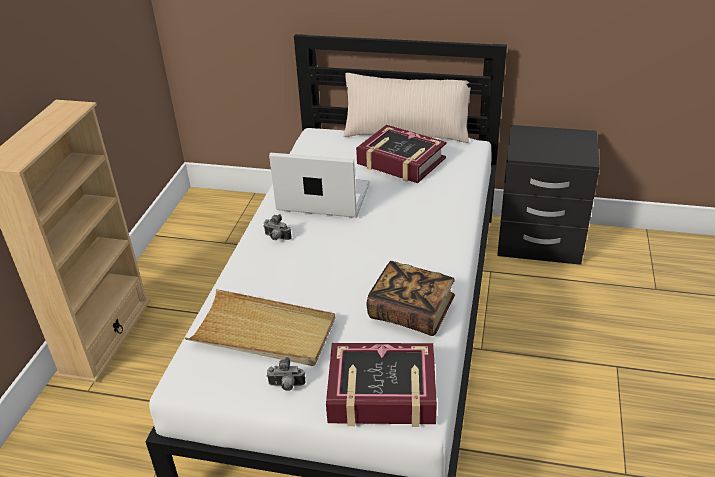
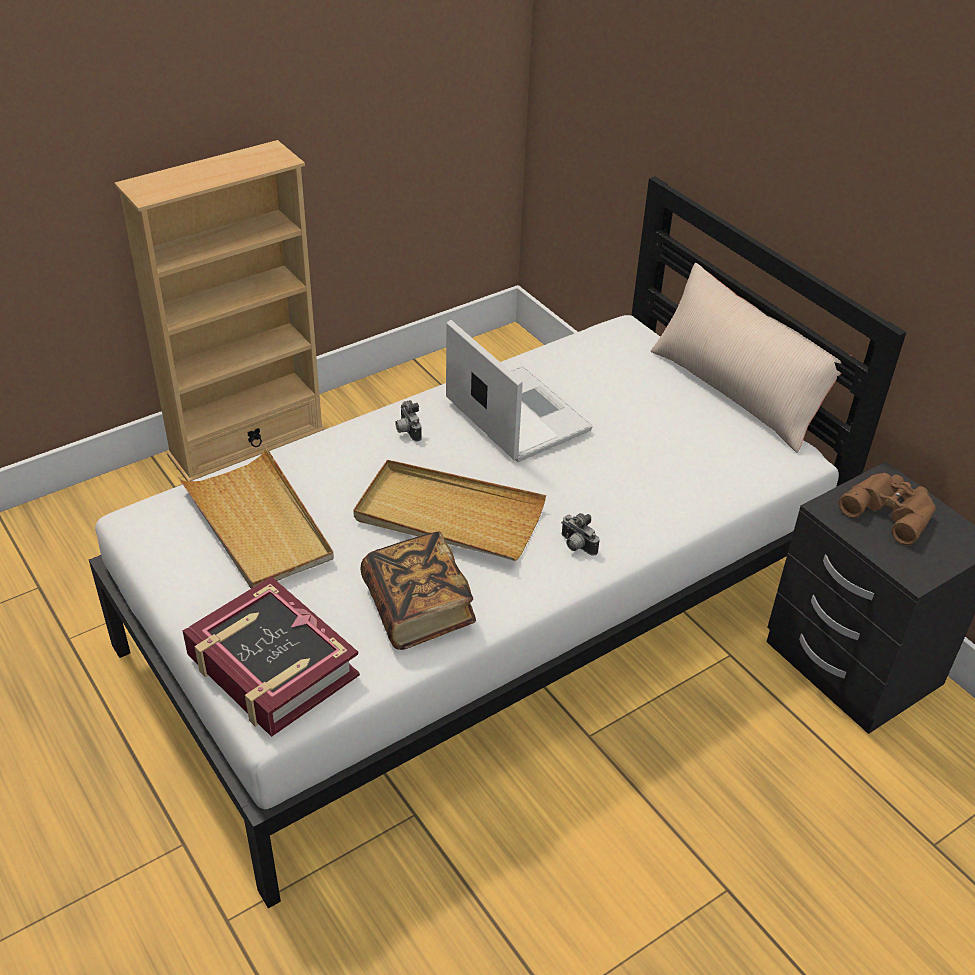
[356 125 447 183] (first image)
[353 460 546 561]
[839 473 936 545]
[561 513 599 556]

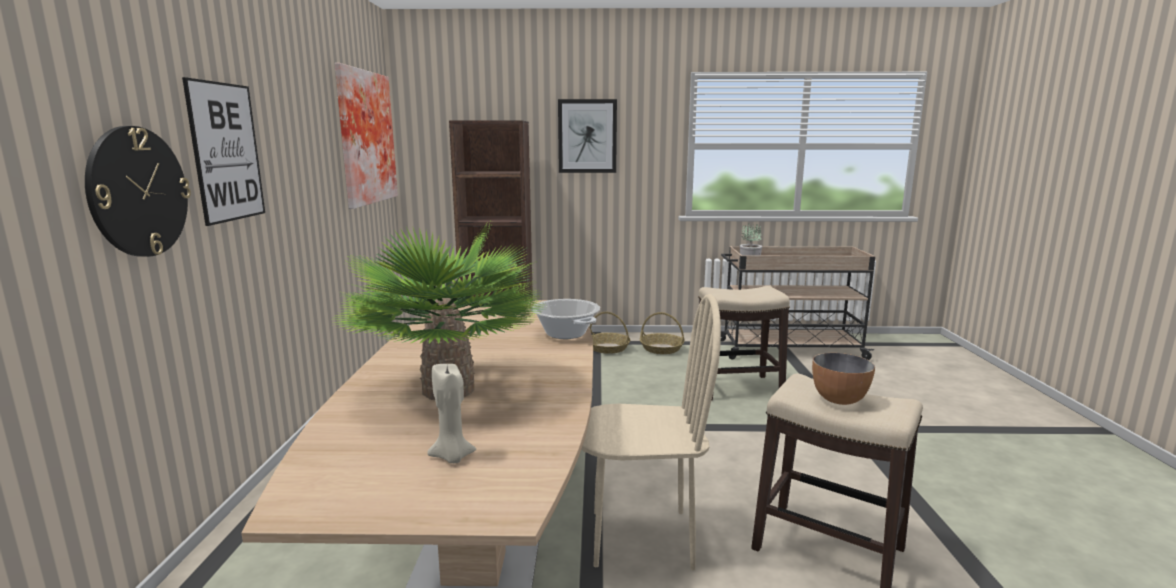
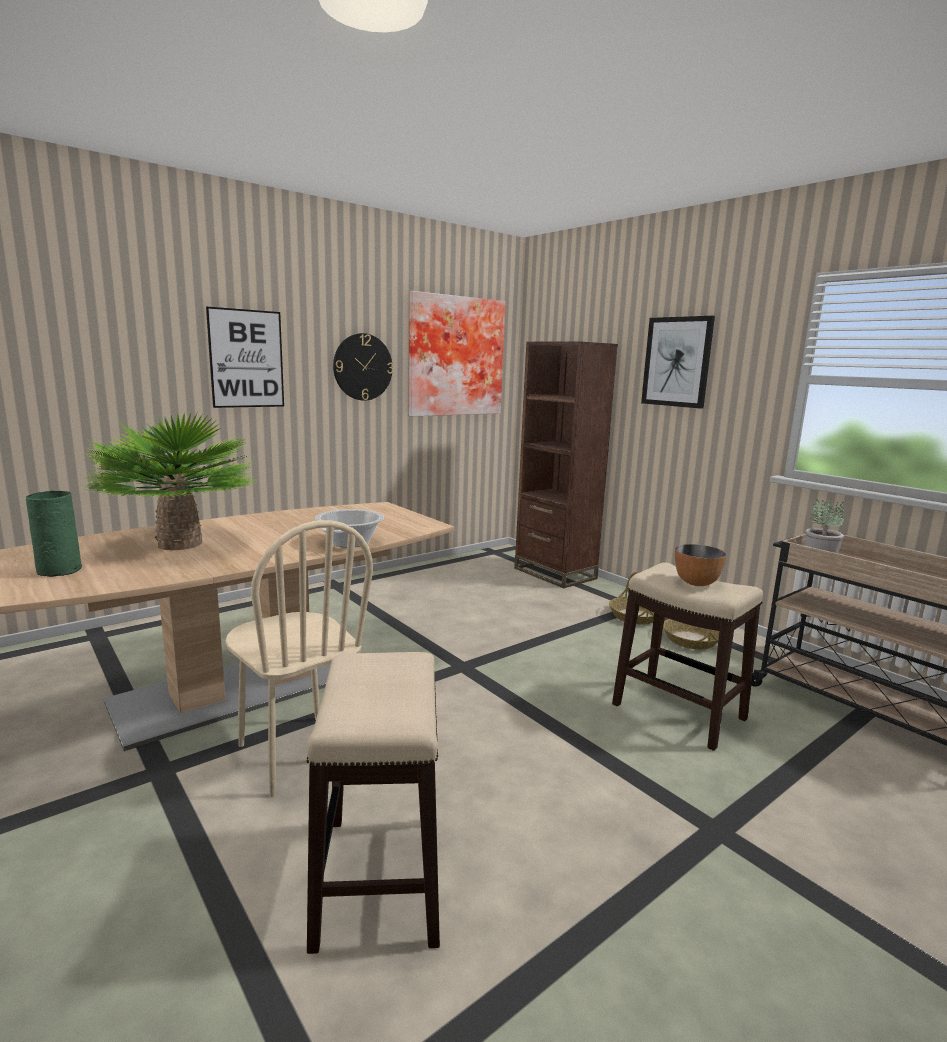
[333 333 393 401]
[675 544 727 586]
[26 491 82 577]

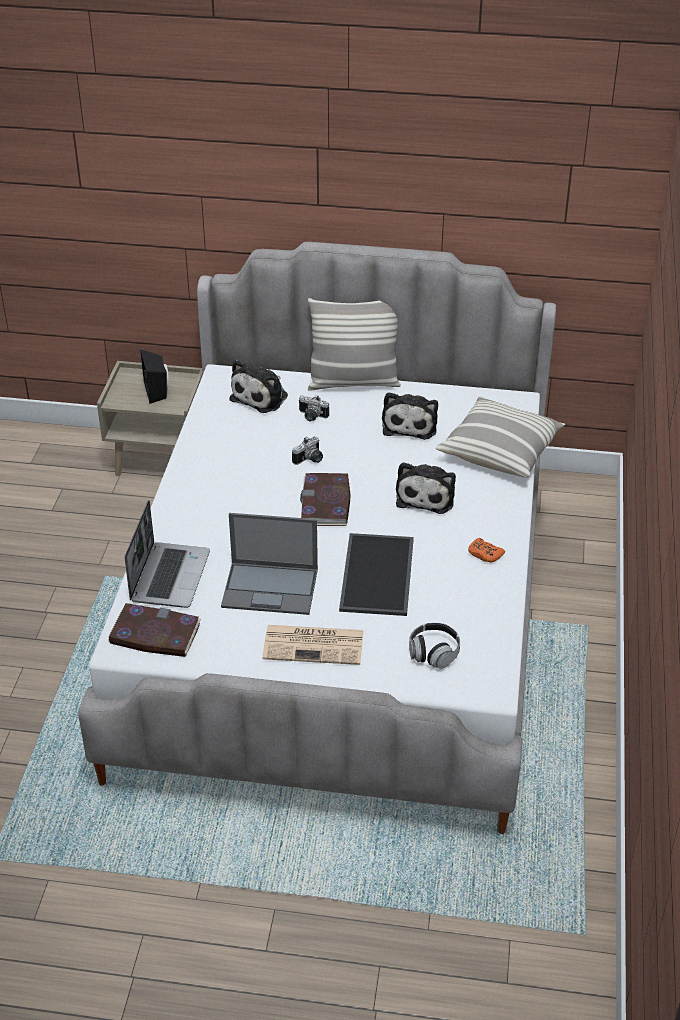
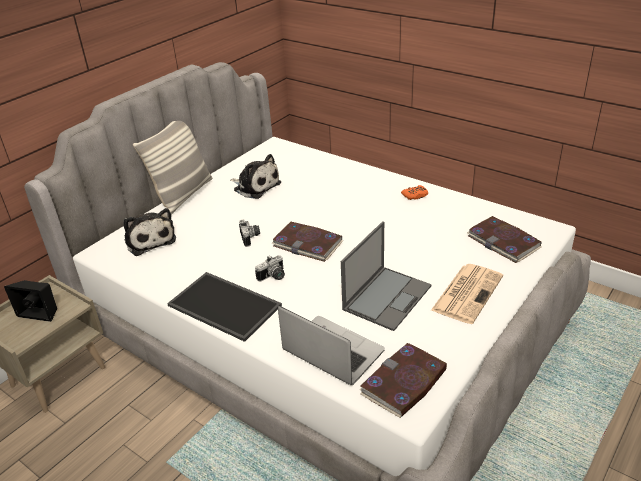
[396 462 456 514] (first image)
[436 396 565 478] (first image)
[255 255 285 282]
[167 272 282 342]
[467 216 542 263]

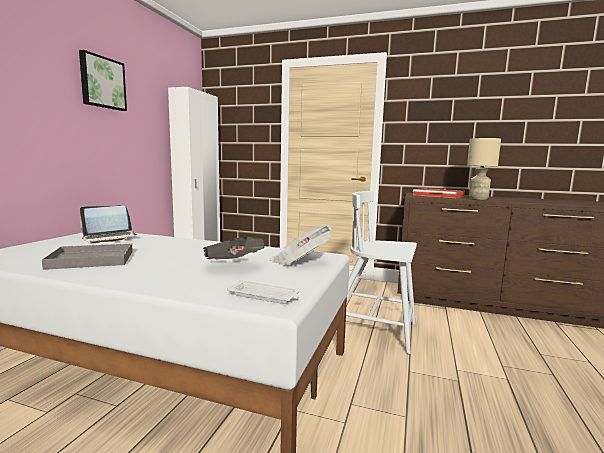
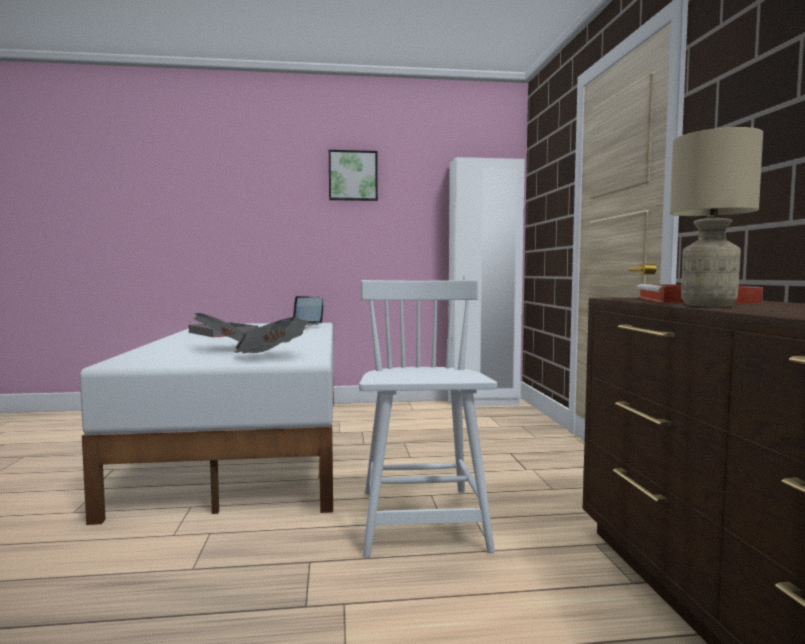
[227 280 300 304] (first image)

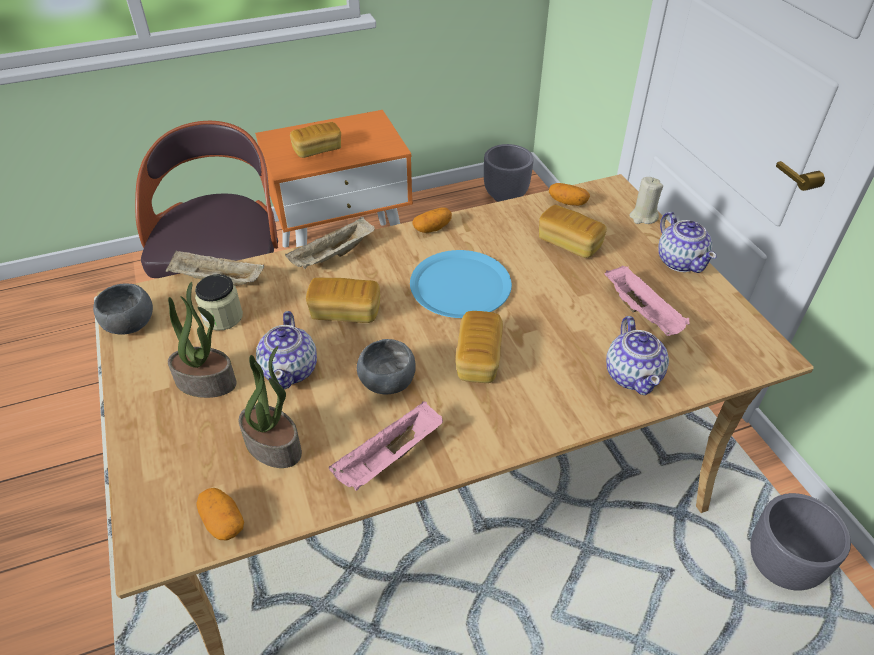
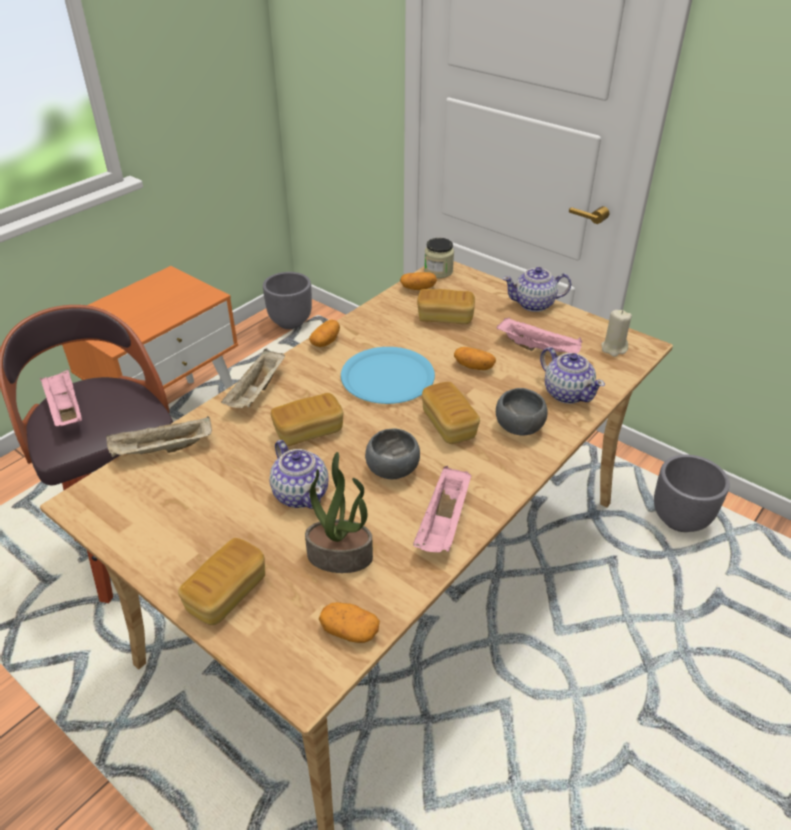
[168 282 237 398] (first image)
[40 370 82 426]
[454 347 496 370]
[496 388 548 435]
[424 238 454 278]
[178 538 265 625]
[601 310 632 357]
[502 267 571 312]

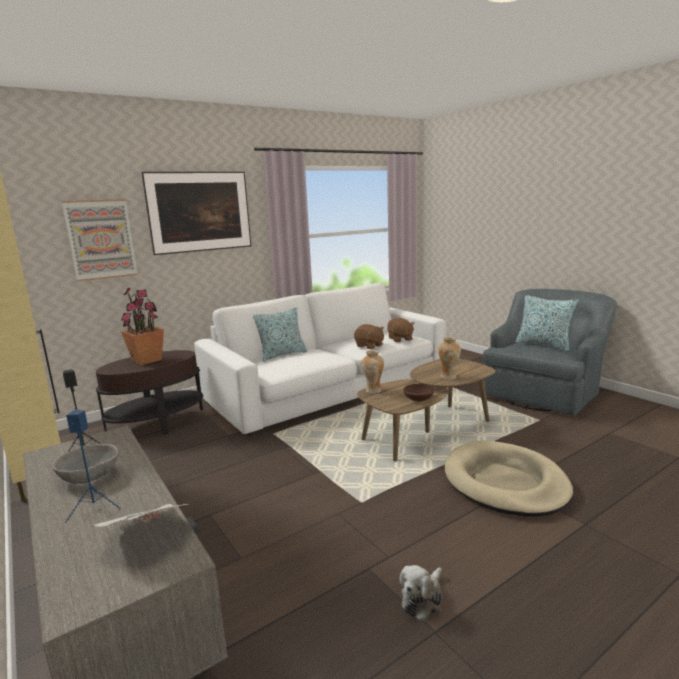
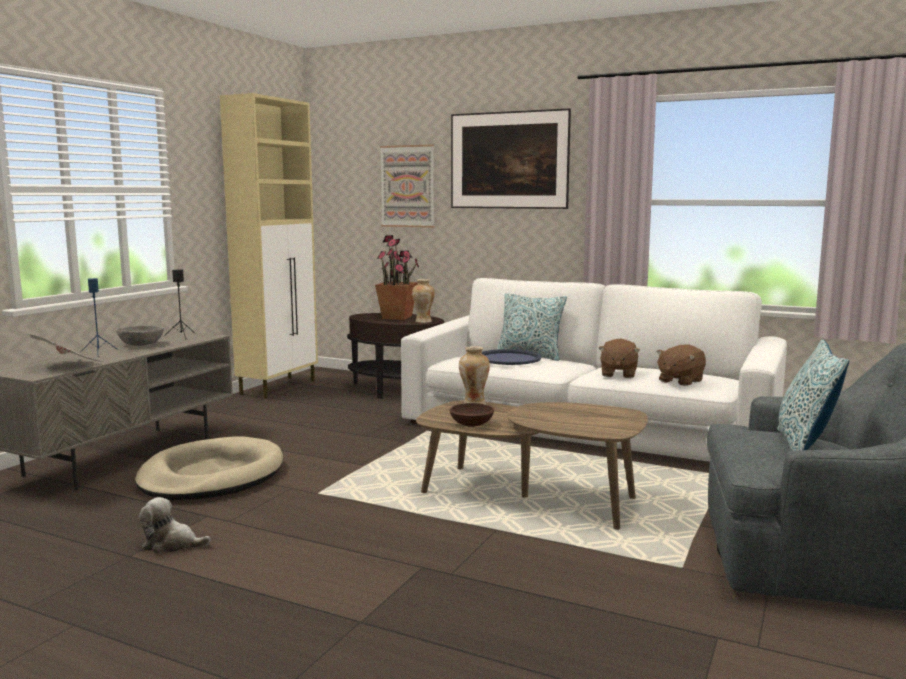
[482 349 542 365]
[412 279 435 323]
[135 437 283 500]

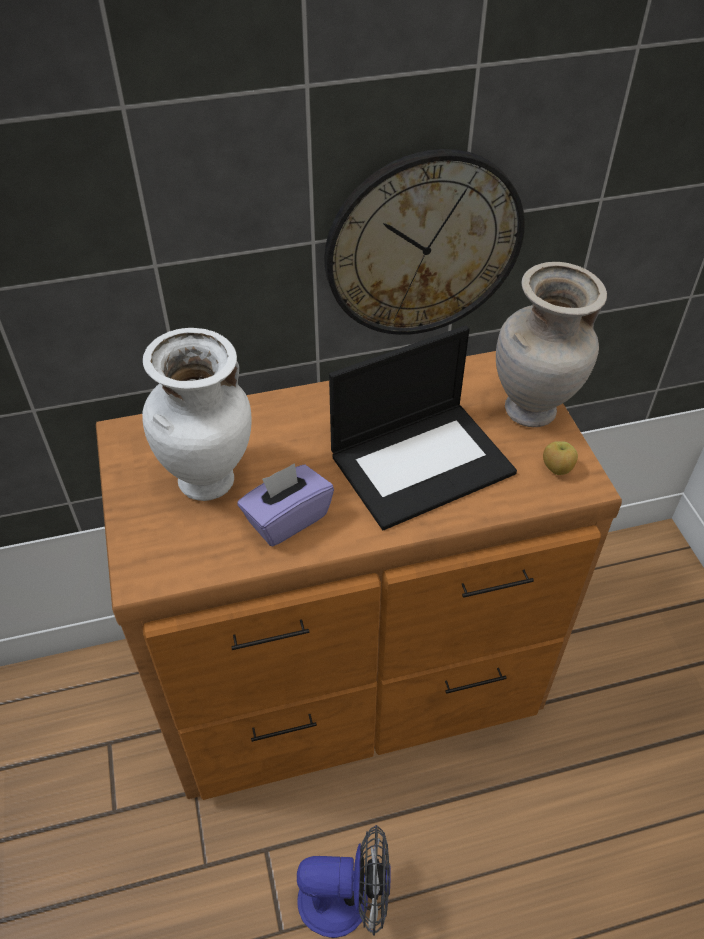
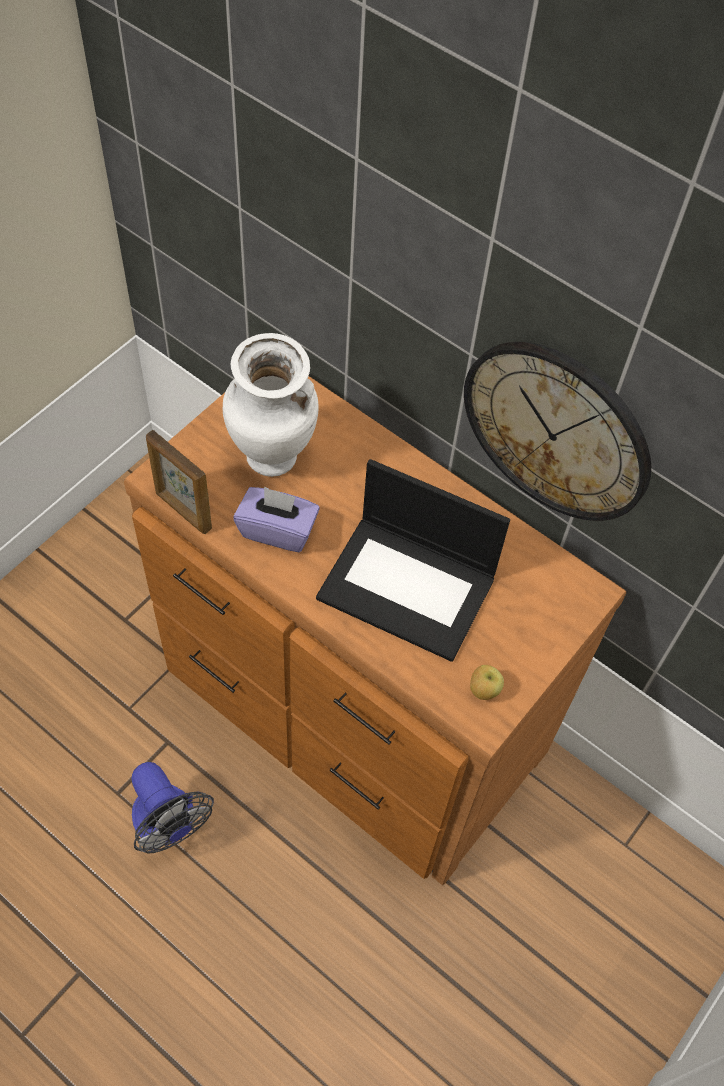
[496 262 607 427] (first image)
[146 430 212 534]

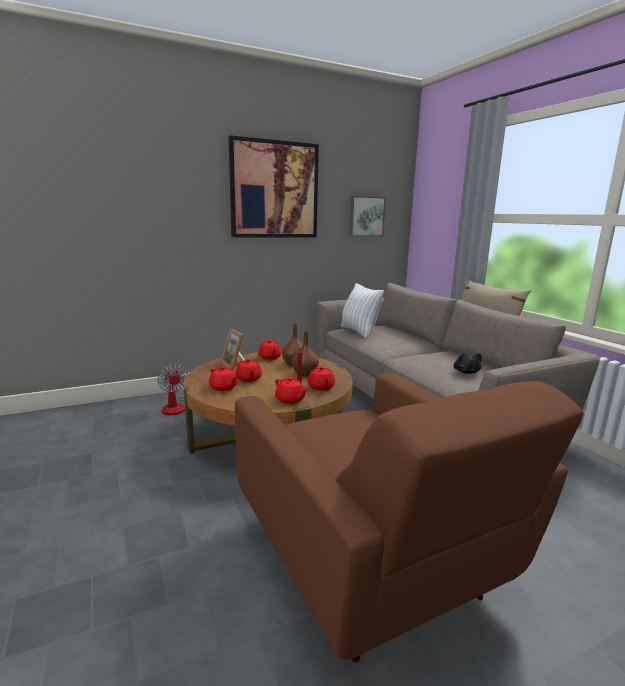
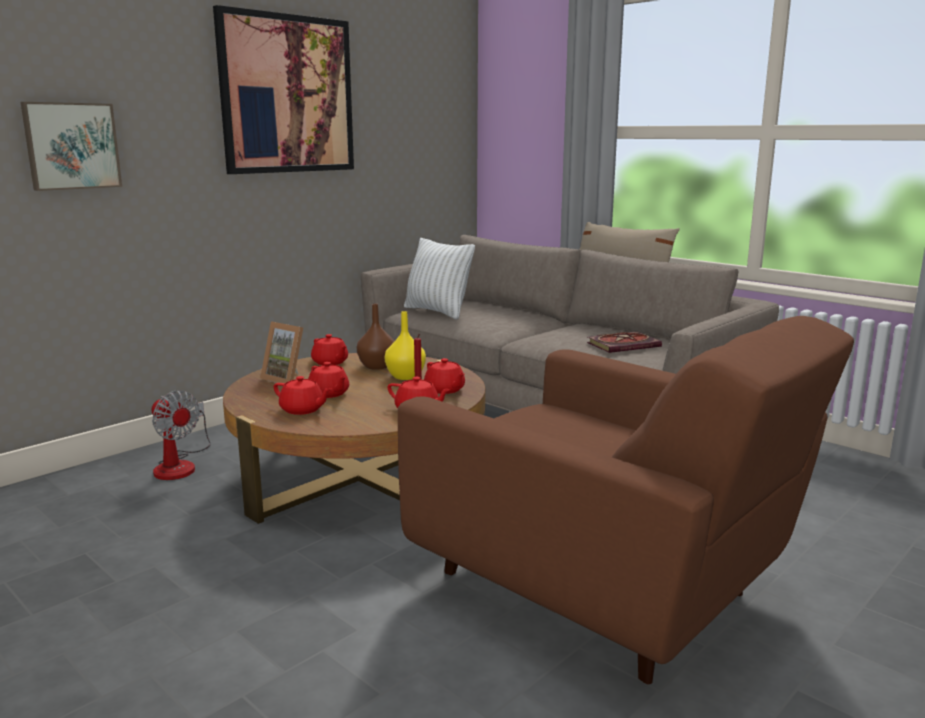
[21 102 122 191]
[587 331 662 353]
[385 311 426 380]

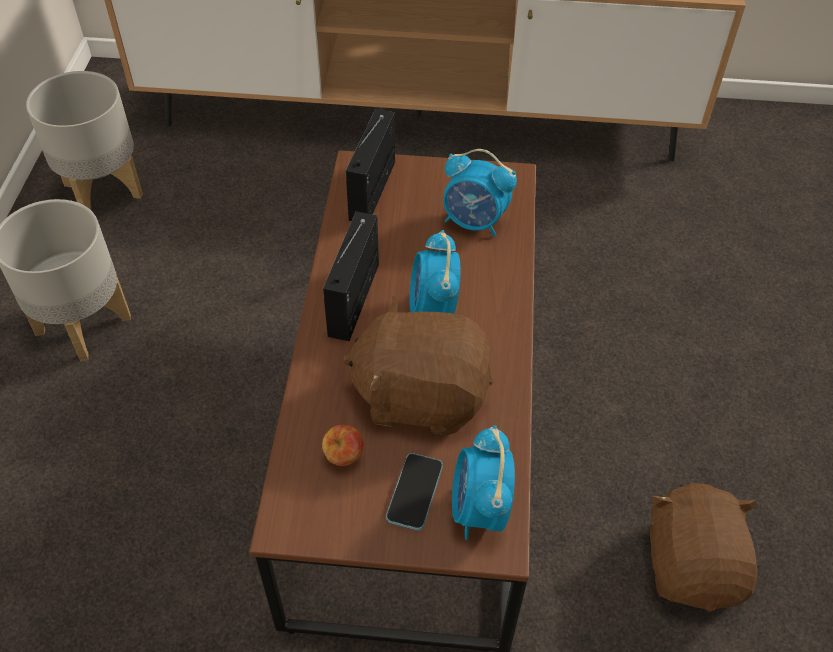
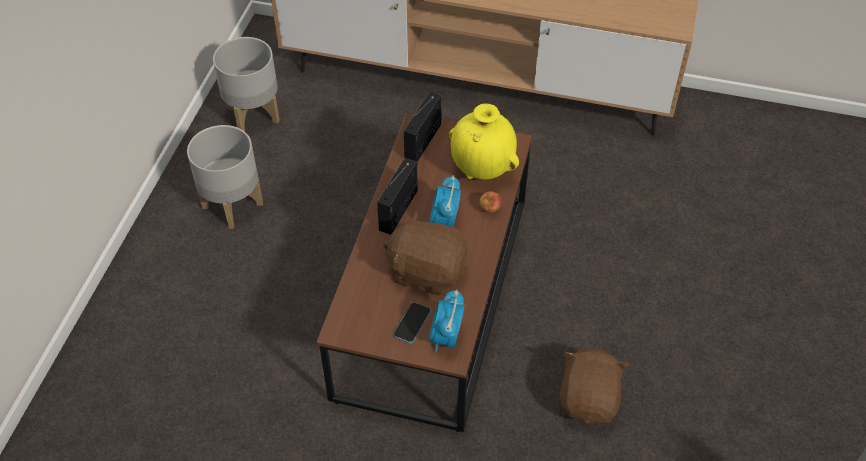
[479 191 501 213]
[449 104 519 179]

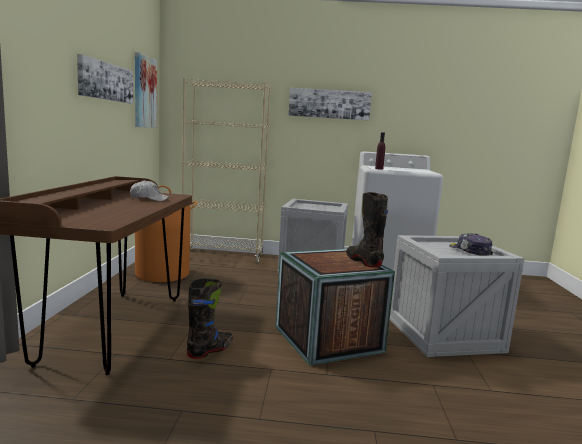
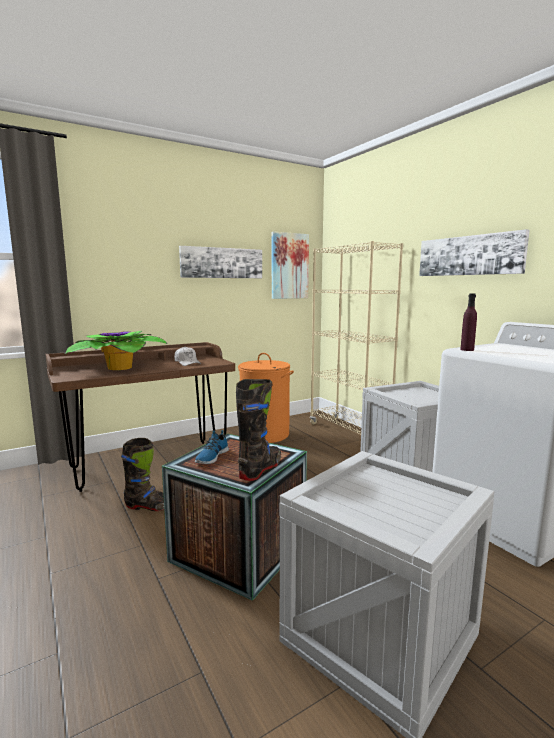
[449 233 493 256] (first image)
[65 331 167 370]
[195 430 229 464]

